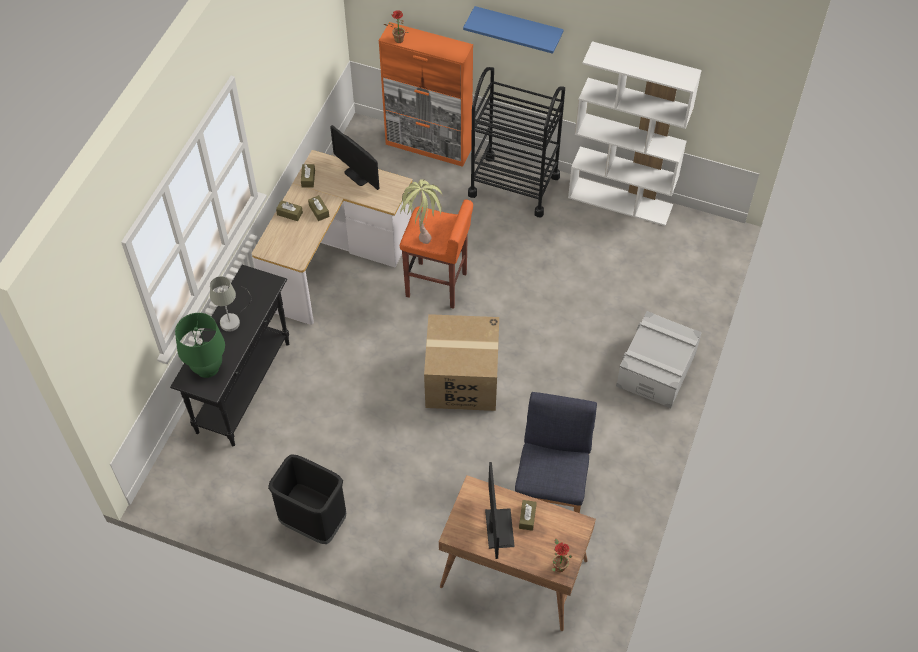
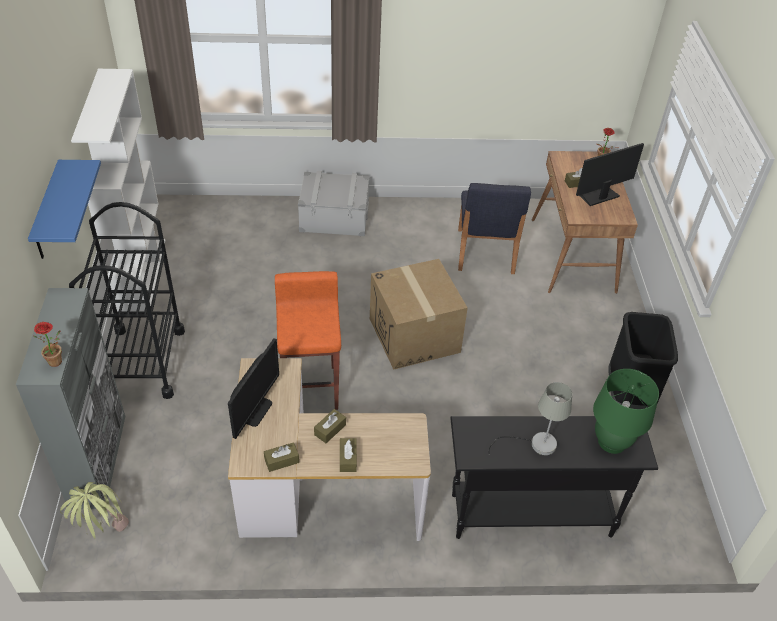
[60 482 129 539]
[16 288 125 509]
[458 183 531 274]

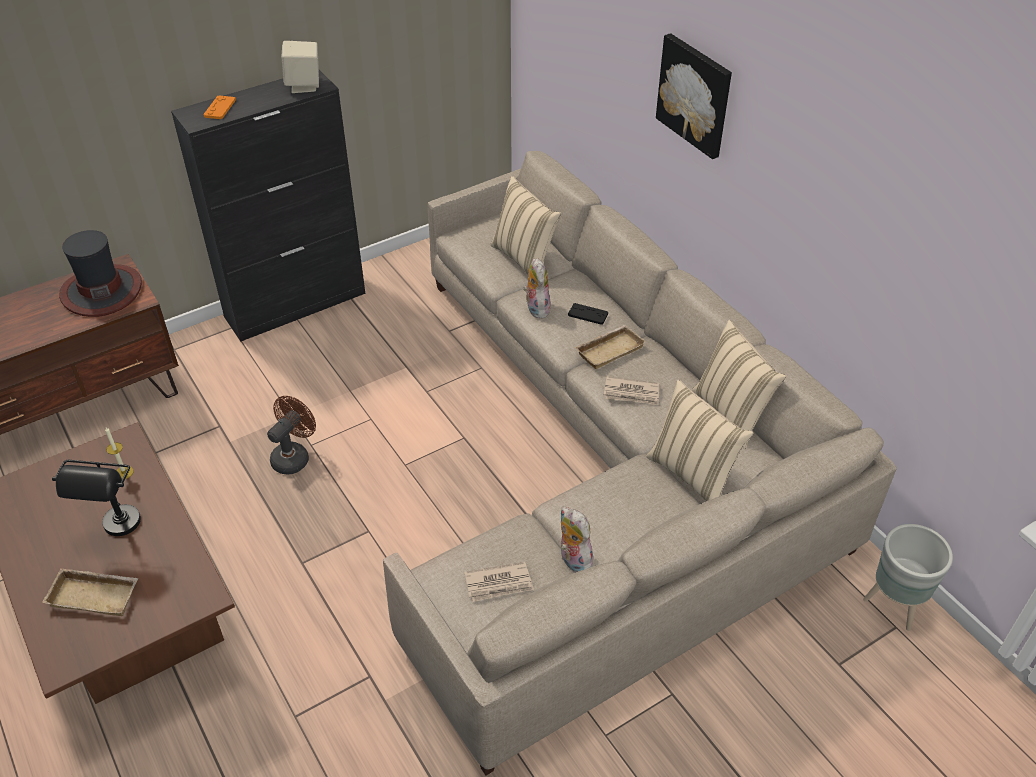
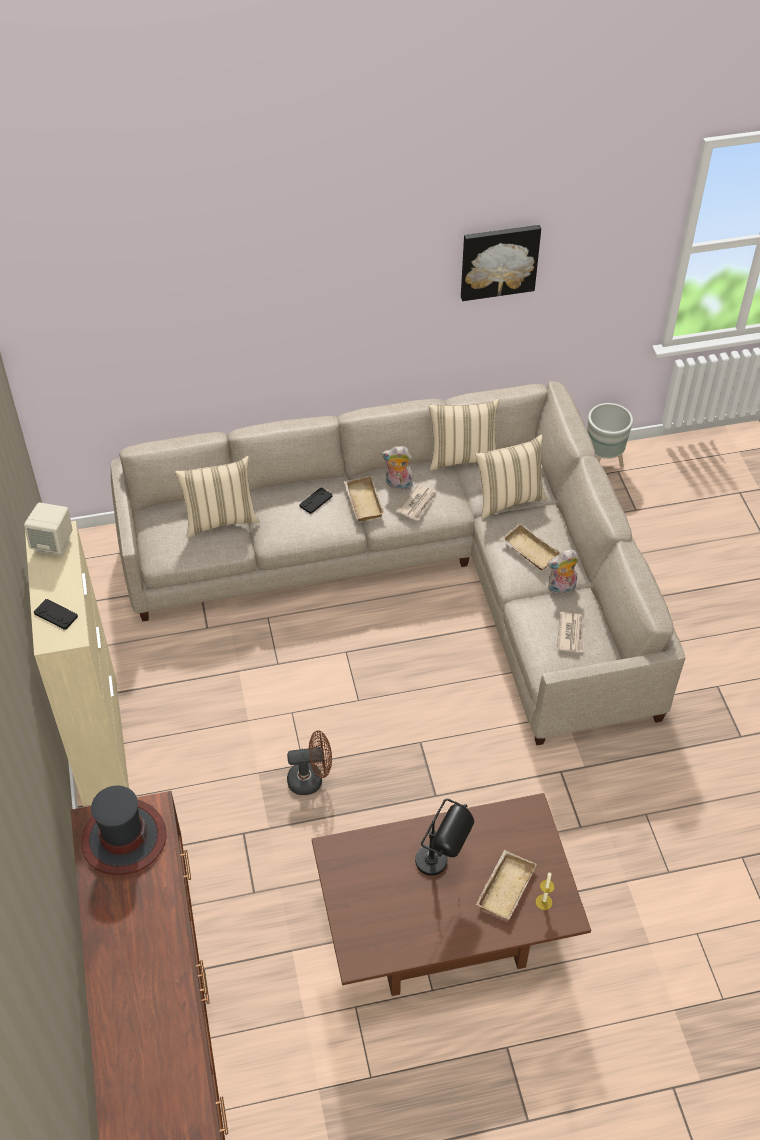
[501 523 562 570]
[536 873 555 910]
[381 446 413 490]
[461 225 541 301]
[25 521 129 806]
[34 599 78 630]
[287 731 332 795]

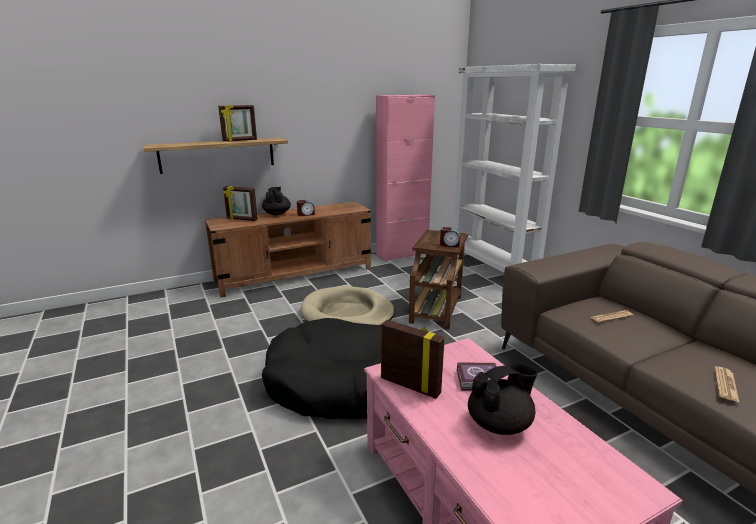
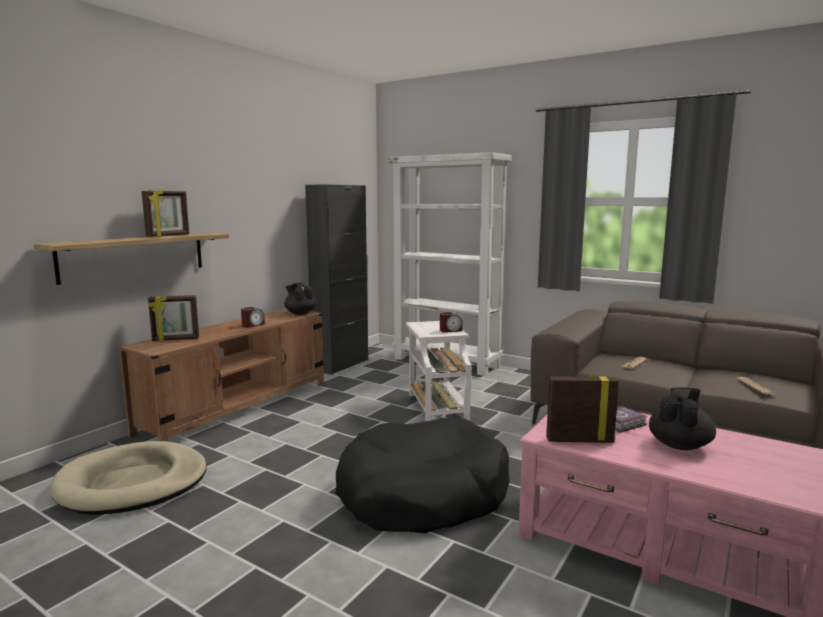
[284 283 317 315]
[50 441 207 515]
[305 184 368 375]
[406 321 471 421]

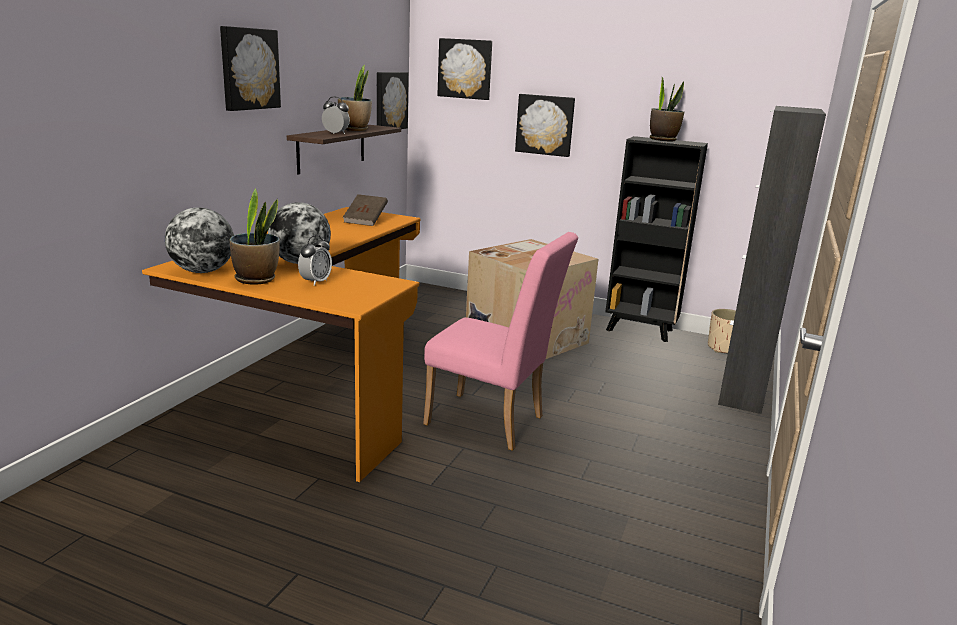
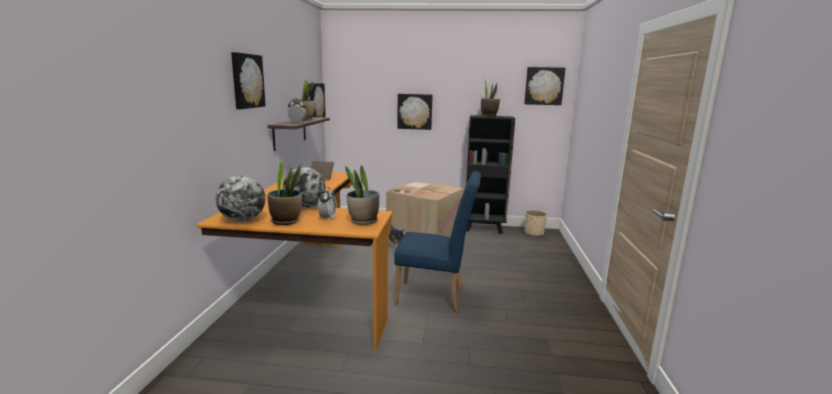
[718 106 826 414] (first image)
[345 165 379 225]
[524 67 565 105]
[394 171 481 312]

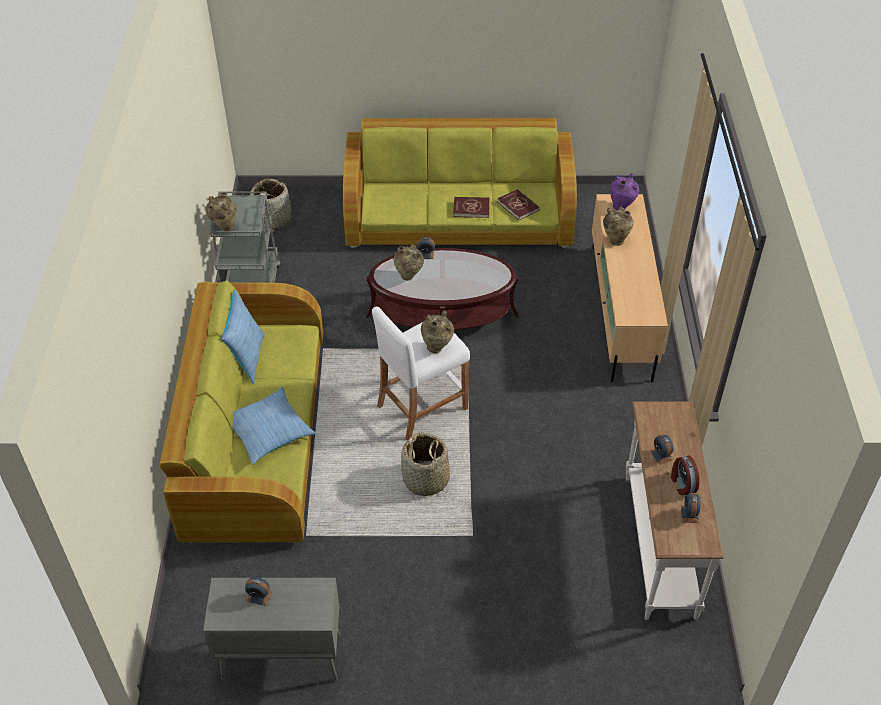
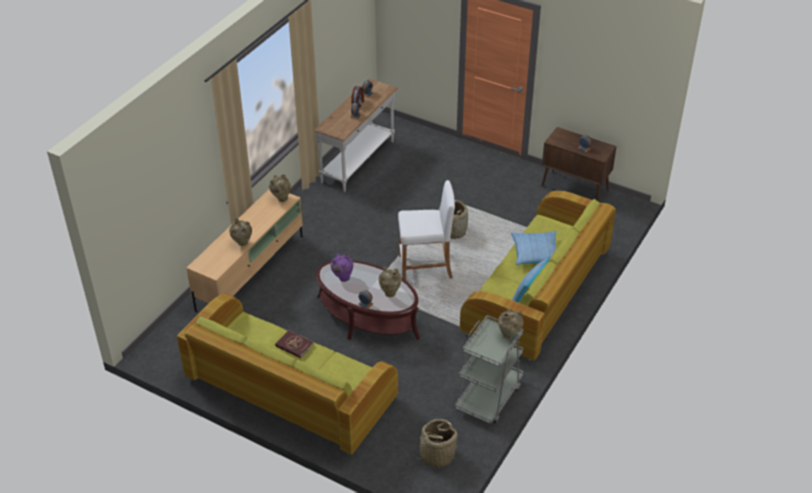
[497 189 540 220] (first image)
[269 174 291 202]
[330 253 353 282]
[542 127 617 202]

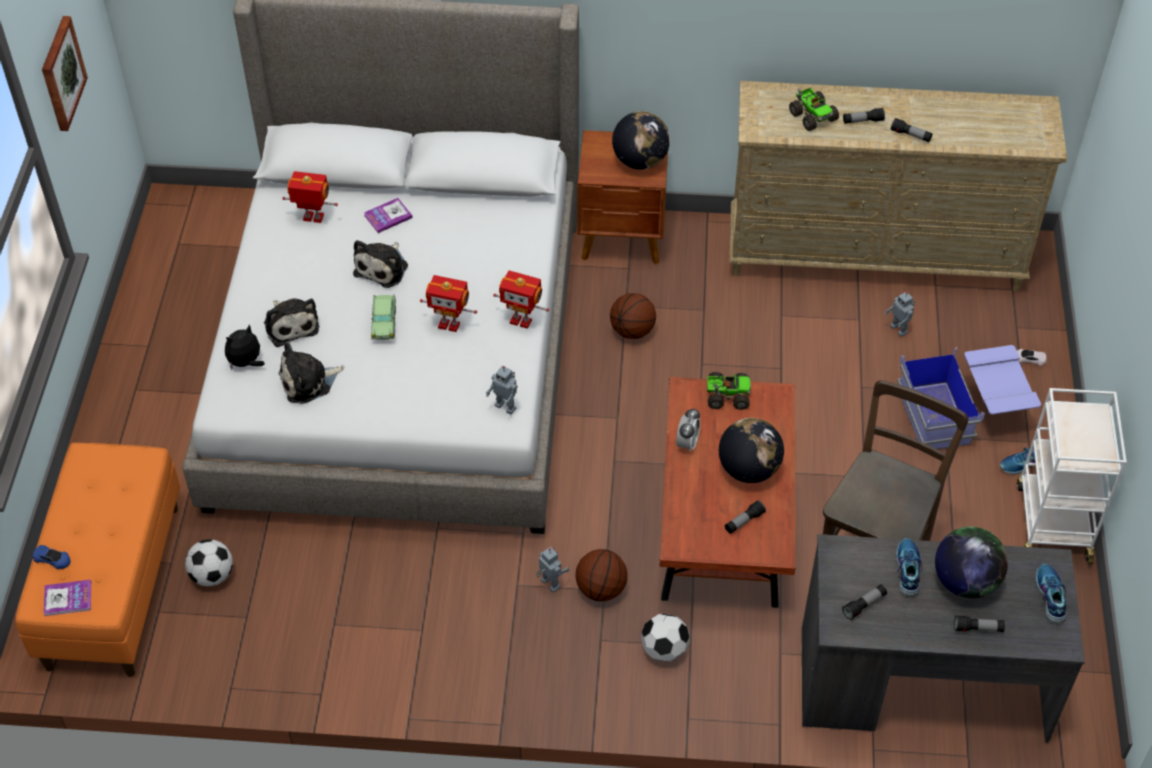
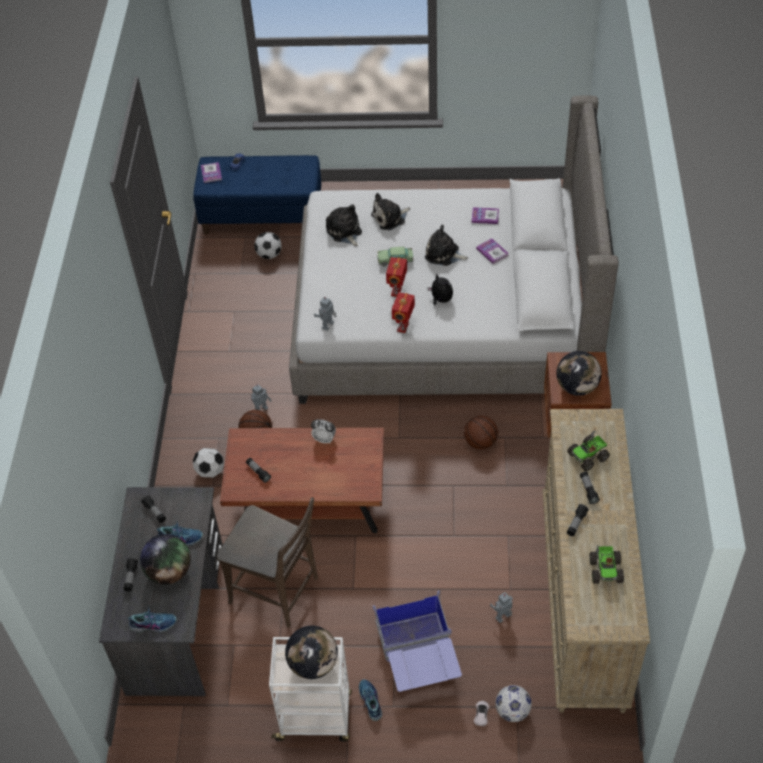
[42 16 88 131] (first image)
[496 685 532 722]
[428 274 453 306]
[589 545 624 584]
[285 626 338 679]
[472 207 499 224]
[193 155 321 235]

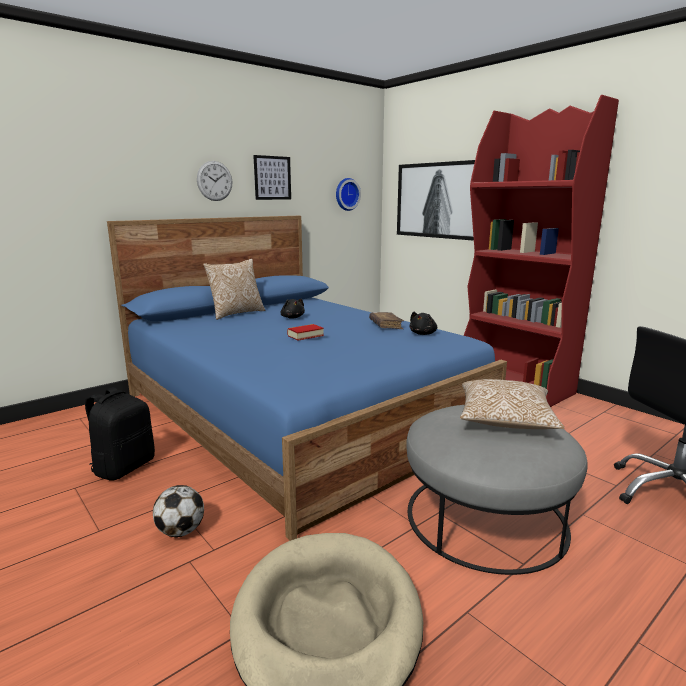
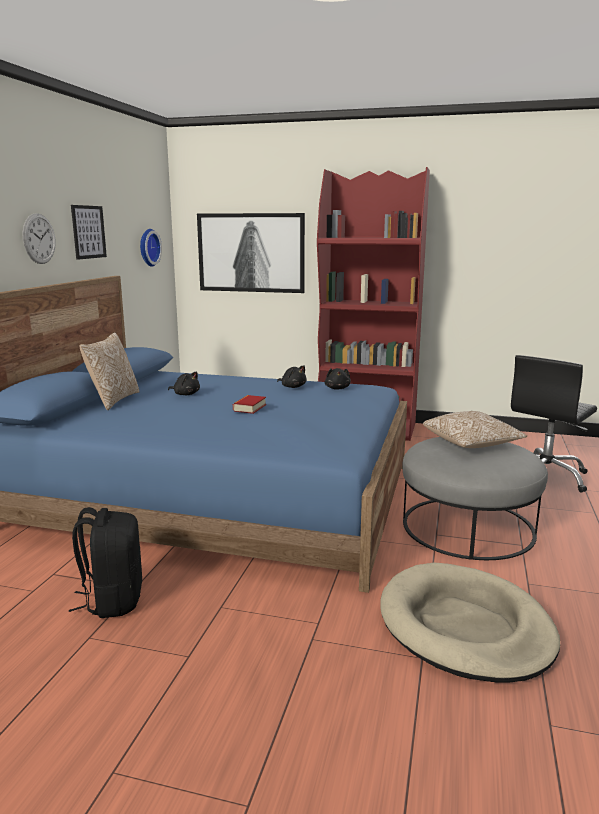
[153 485 204 537] (first image)
[277 365 307 388]

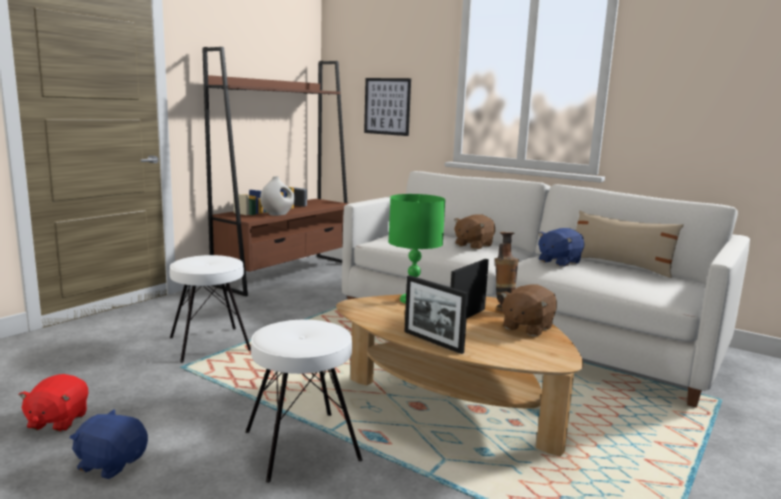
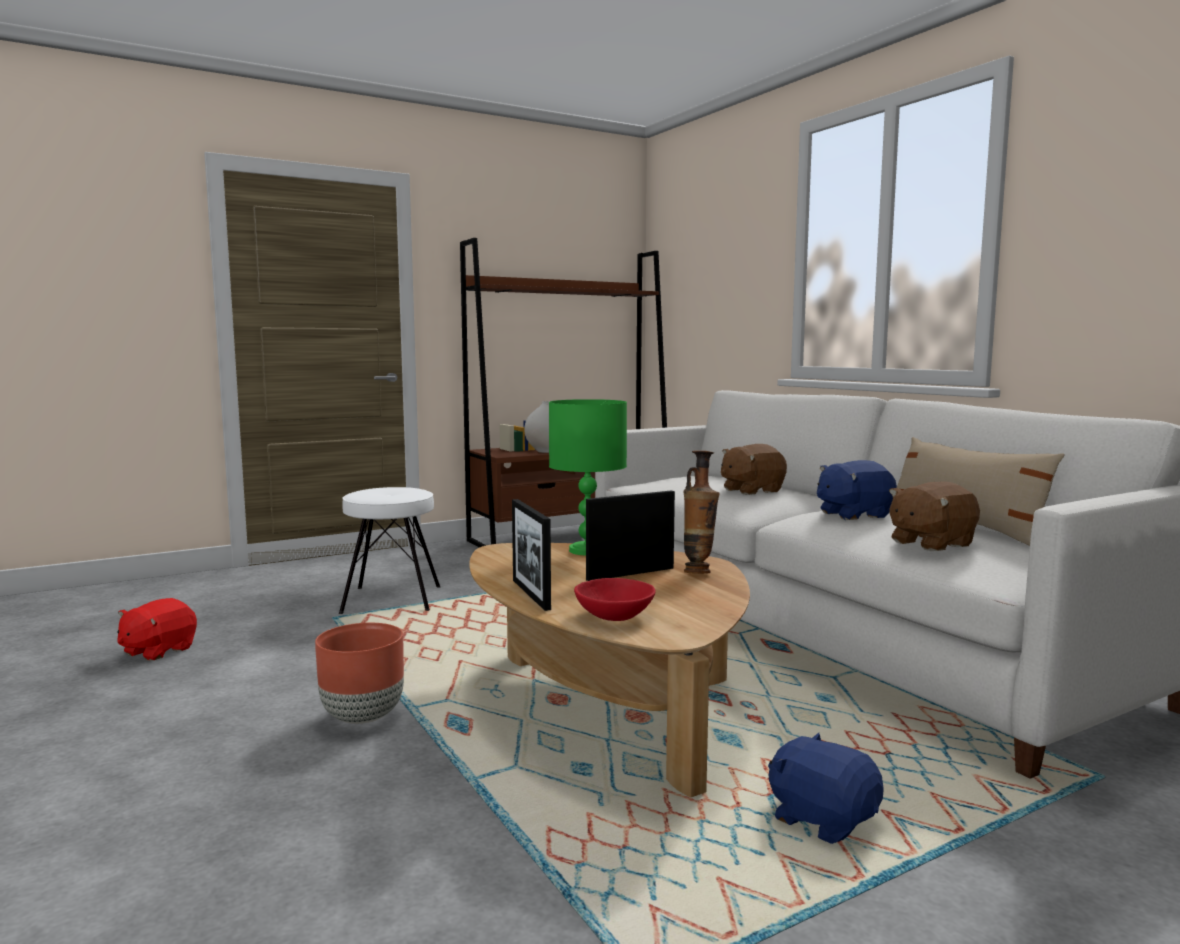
[364 78 411 136] (first image)
[574 578 656 621]
[768 733 884 844]
[889 481 980 551]
[315 623 404 724]

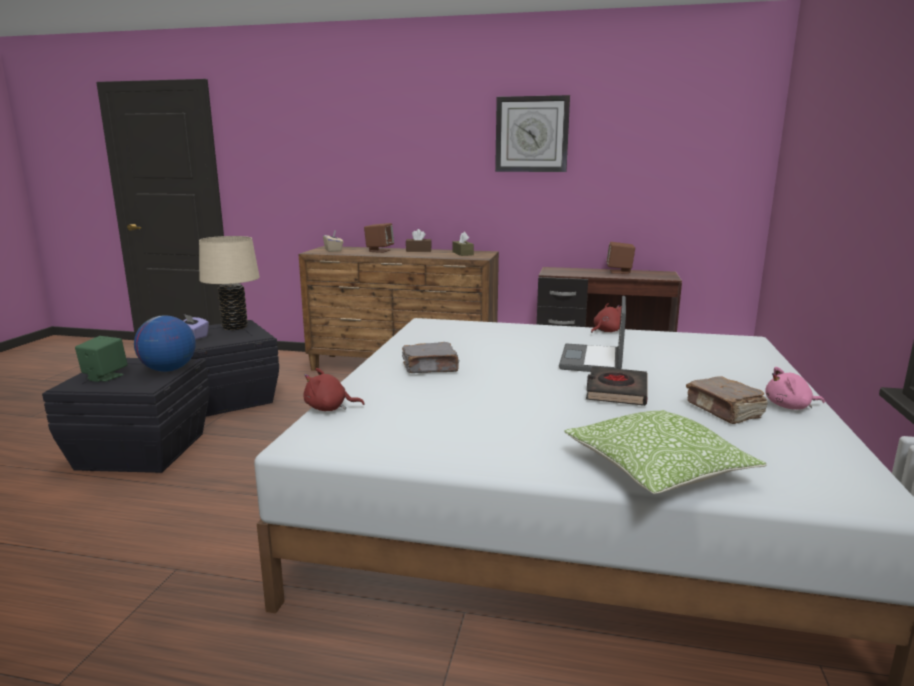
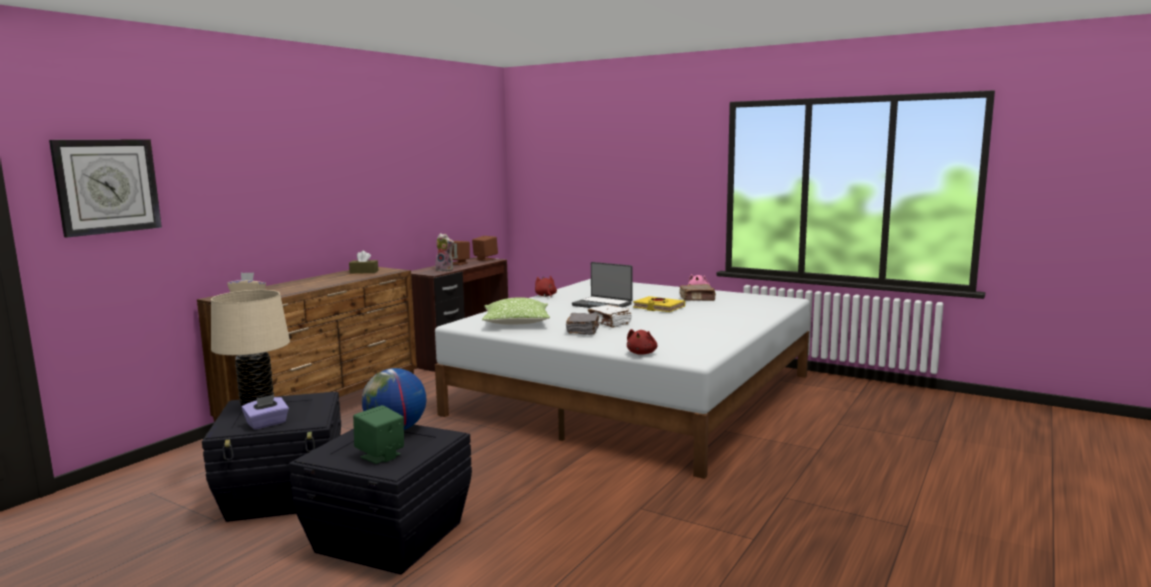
[406 229 432 252] (first image)
[436 233 454 272]
[588 305 632 328]
[472 236 498 261]
[49 139 162 237]
[482 297 550 324]
[633 296 685 312]

